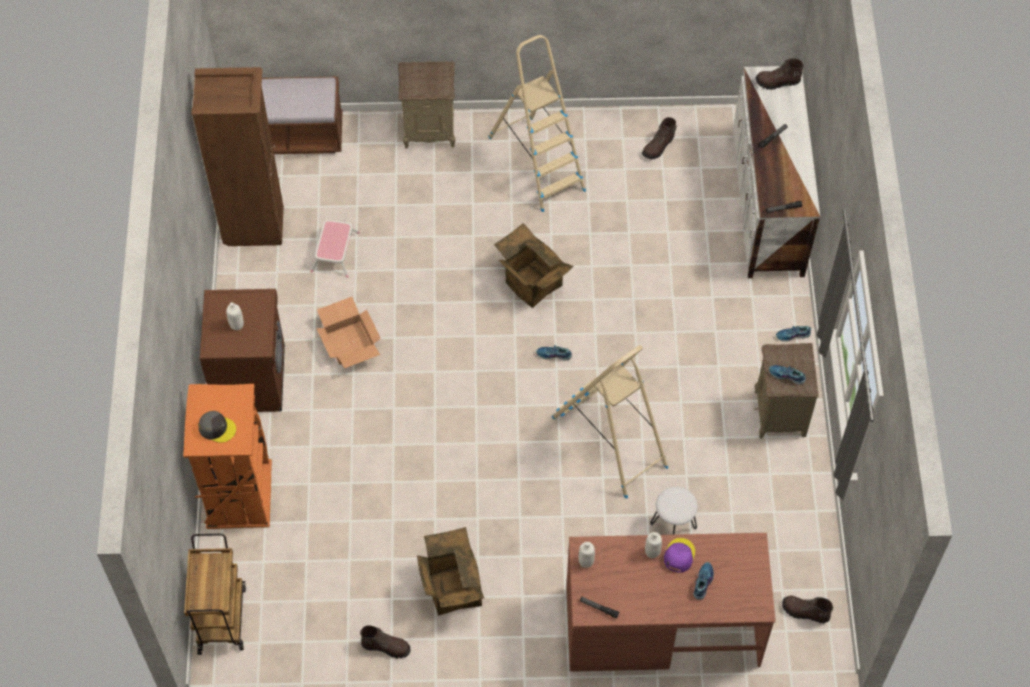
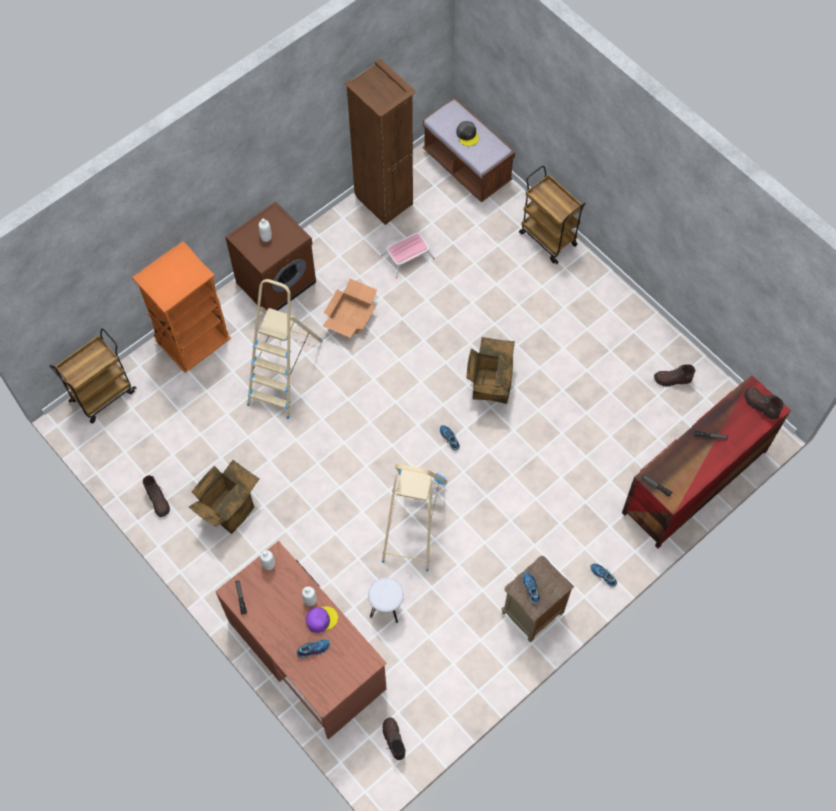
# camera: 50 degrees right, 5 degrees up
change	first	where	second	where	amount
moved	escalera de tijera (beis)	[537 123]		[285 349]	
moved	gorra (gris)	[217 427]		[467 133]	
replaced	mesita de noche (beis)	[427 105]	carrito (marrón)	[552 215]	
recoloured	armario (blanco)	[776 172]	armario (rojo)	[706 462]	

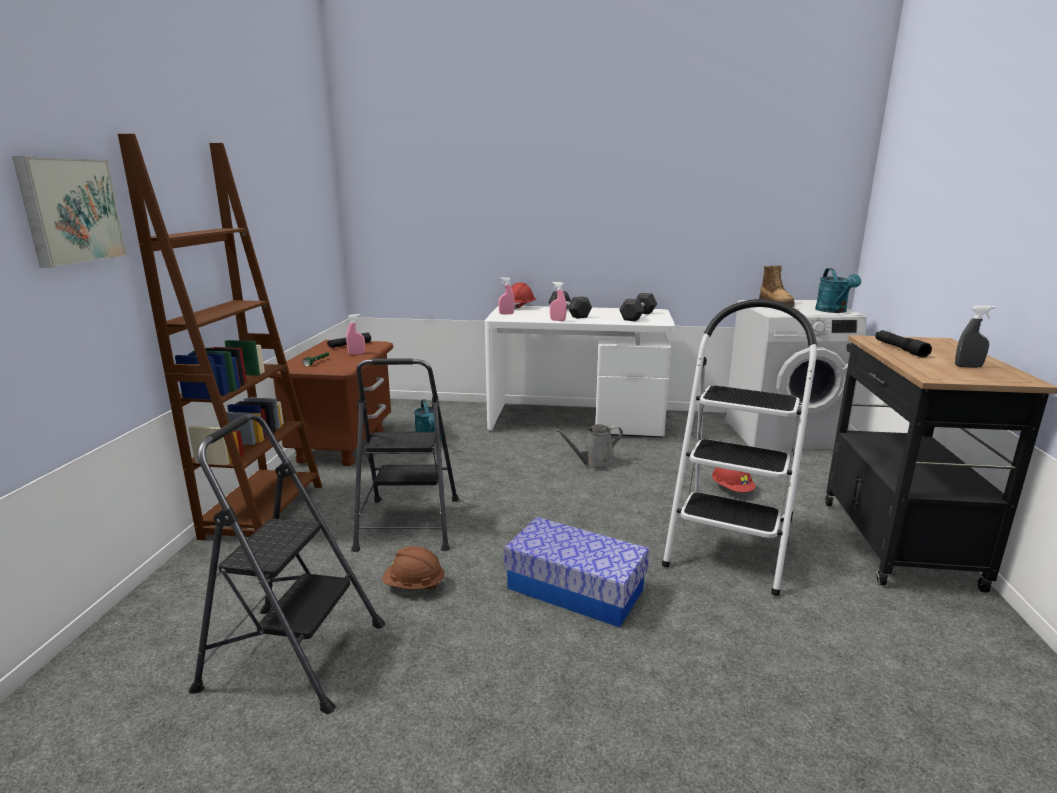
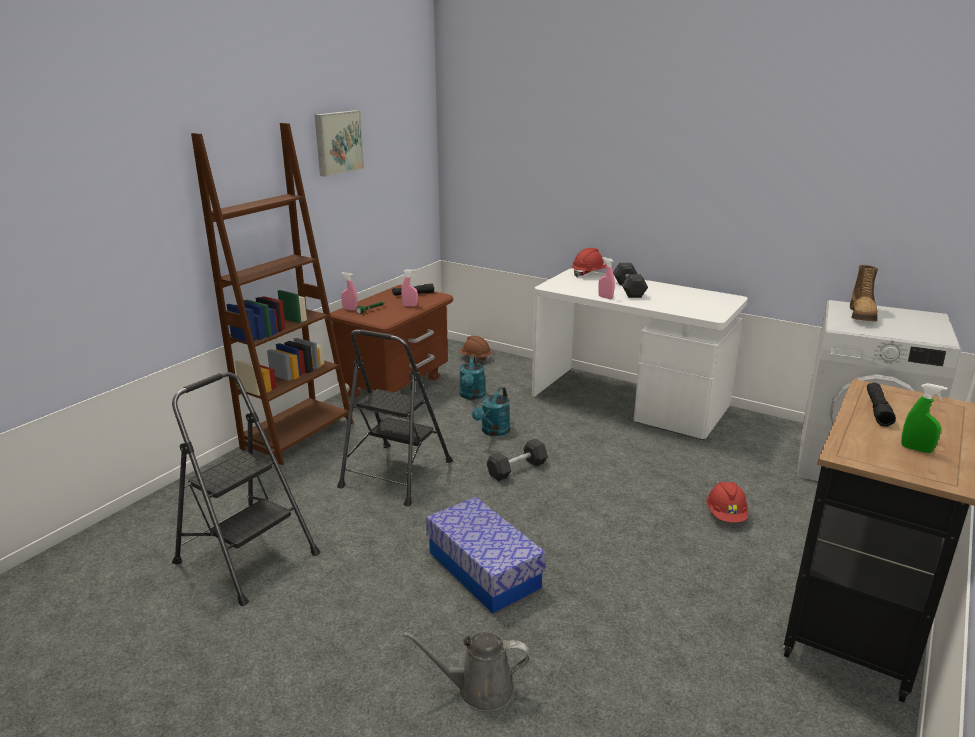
# camera: 25 degrees right, 5 degrees up
change	first	where	second	where	amount
moved	cuadro	[69 212]		[339 143]	
moved	pulverizador (rosa)	[506 295]		[349 291]	
moved	regadera (gris)	[588 446]		[466 672]	
moved	casco (marrón)	[414 567]		[475 349]	
moved	regadera (turquesa)	[838 290]		[491 411]	
moved	mancuerna (gris)	[638 307]		[517 459]	
recoloured	pulverizador (gris)	[975 336]	pulverizador (verde)	[924 418]	
removed	escalera de tijera	[739 447]			

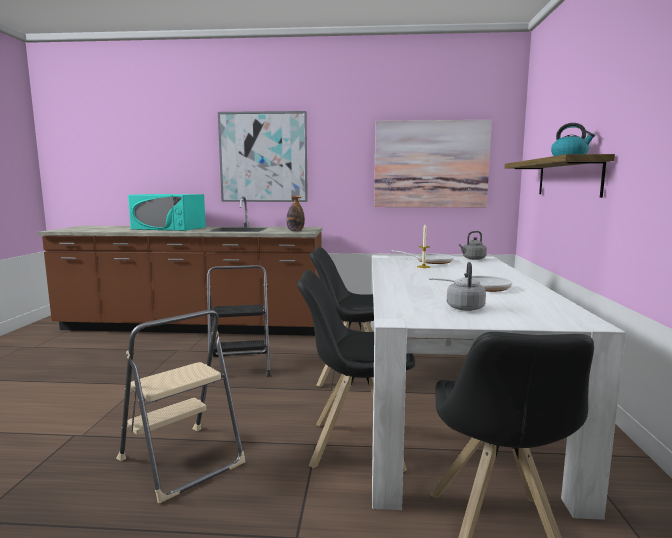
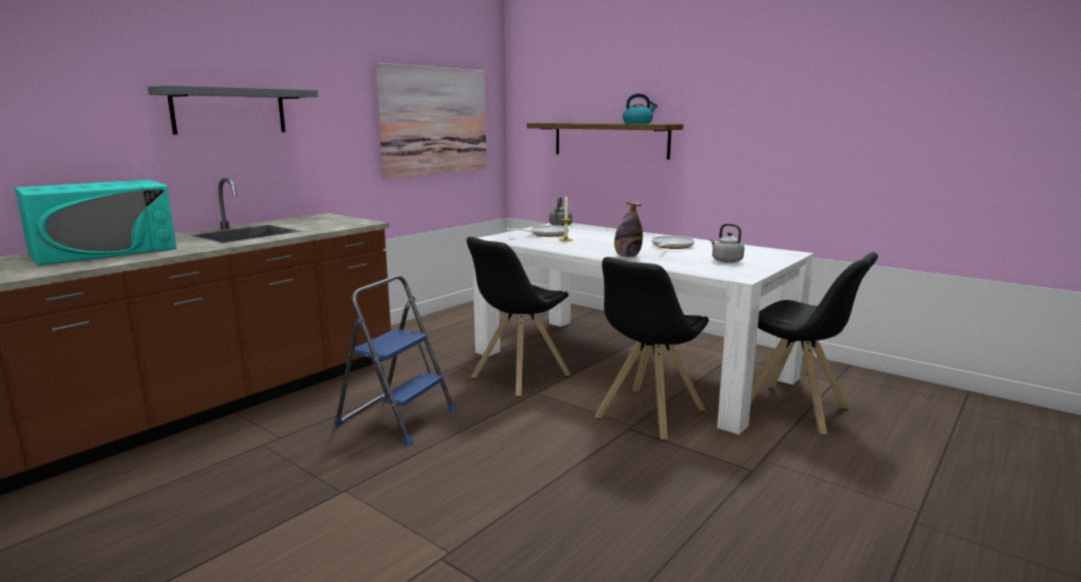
# camera: 55 degrees left, 5 degrees up
change	first	where	second	where	amount
replaced	cuadro	[263 156]	estante (gris)	[233 110]	
recoloured	escalera de tijera (negro)	[239 321]	escalera de tijera (azul)	[396 360]	
moved	botella	[295 213]		[628 229]	
removed	escalera de tijera (beis)	[181 406]			

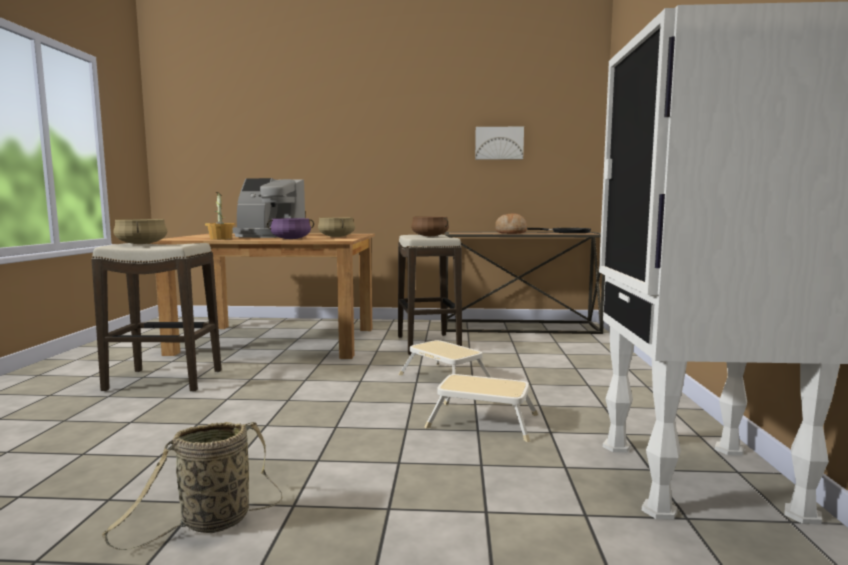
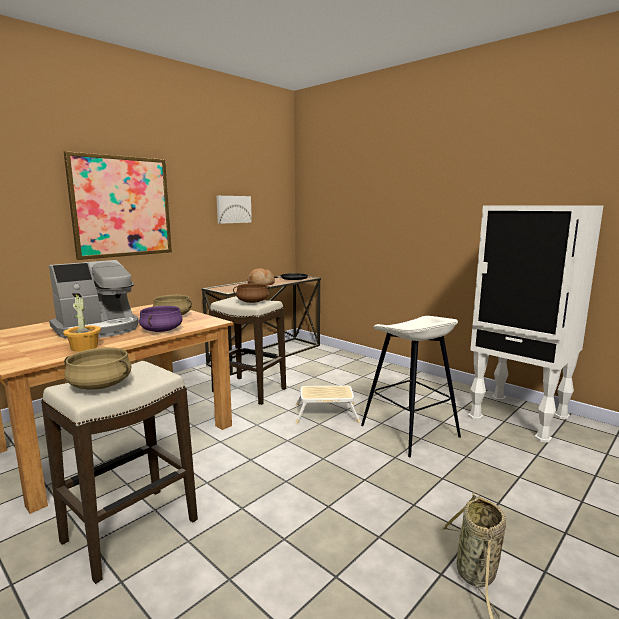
# camera: 50 degrees left, 5 degrees up
change	first	where	second	where	amount
added			cuadro	[118 205]	
replaced	escalera de tijera (beis)	[481 408]	taburete (blanco)	[411 387]	

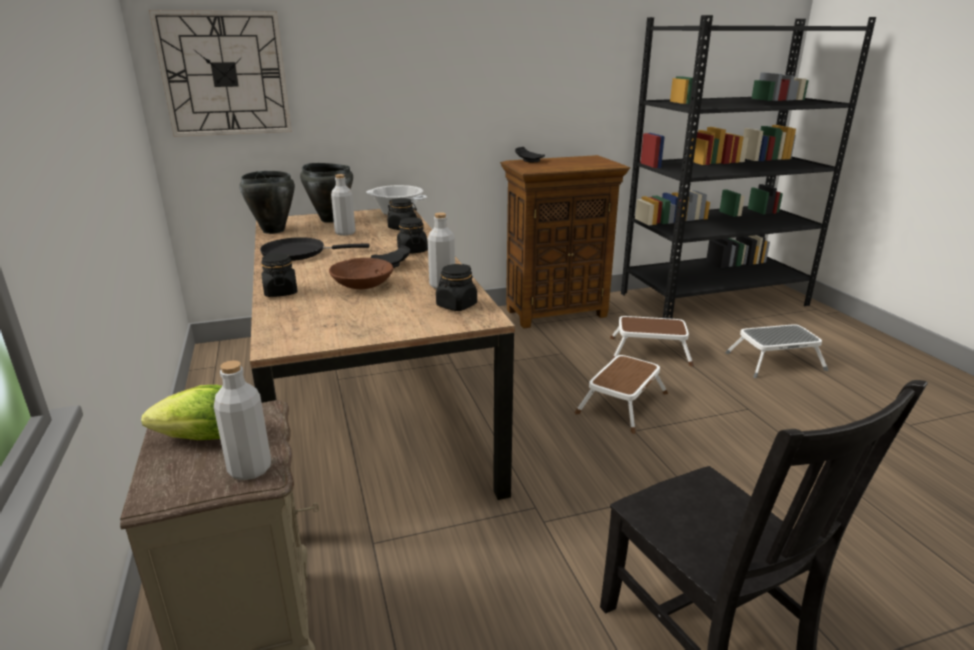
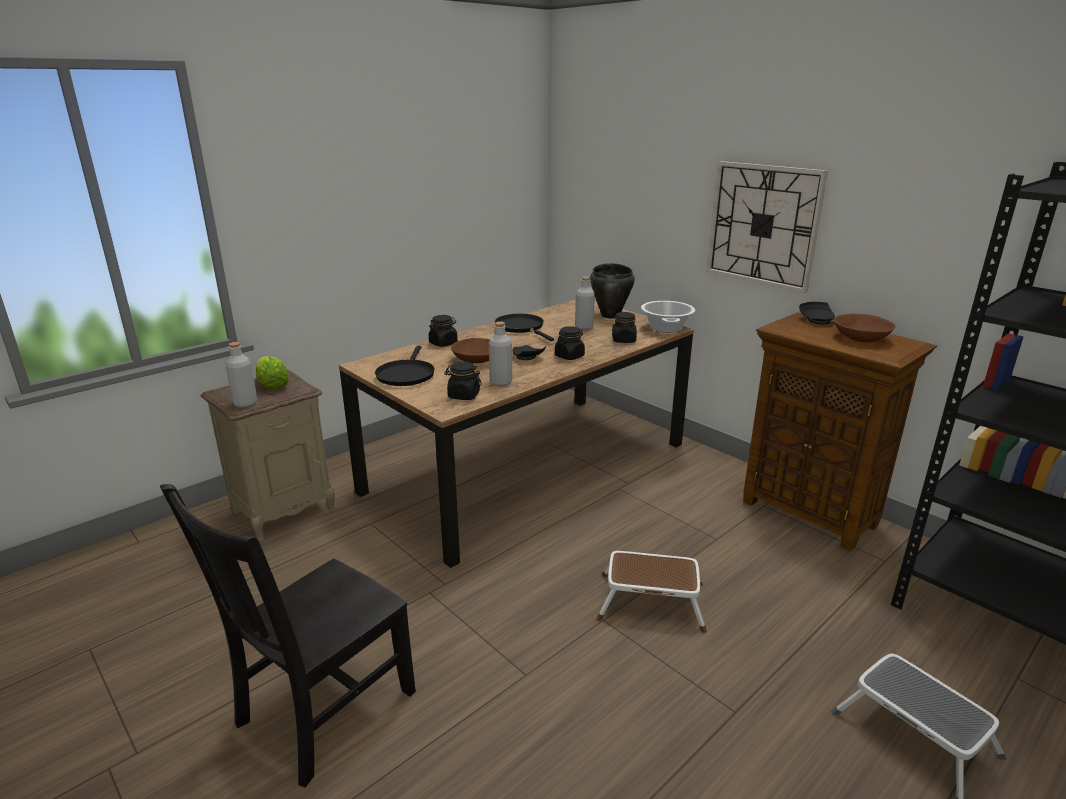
# camera: 65 degrees right, 0 degrees up
change	first	where	second	where	amount
added			sartén (negro)	[405 366]	
moved	reloj de pared	[220 73]		[767 227]	
added			cuenco (marrón)	[864 328]	
removed	olla (negro)	[267 202]			
removed	escalera de tijera (marrón)	[652 341]			

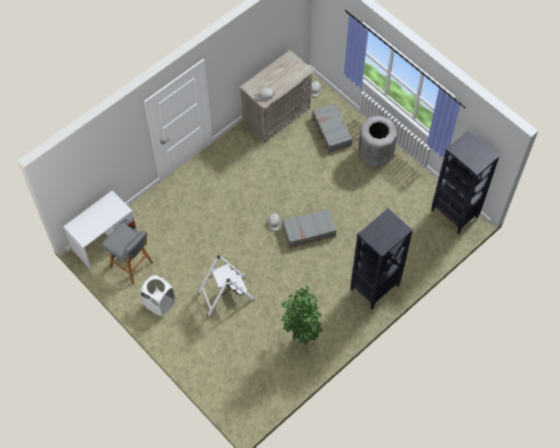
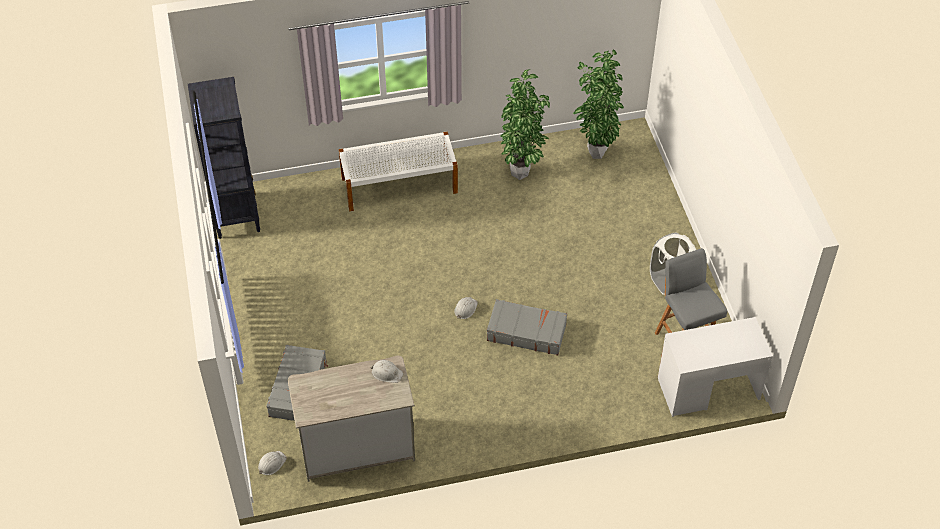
# camera: 150 degrees left, 10 degrees down
change	first	where	second	where	amount
replaced	estantería (negro)	[381 258]	banco (blanco)	[398 171]	
moved	maleta (gris)	[309 228]		[527 327]	
added			planta en maceta	[598 104]	
removed	escalera de tijera (blanco)	[226 286]			
removed	papelera (gris)	[377 141]			

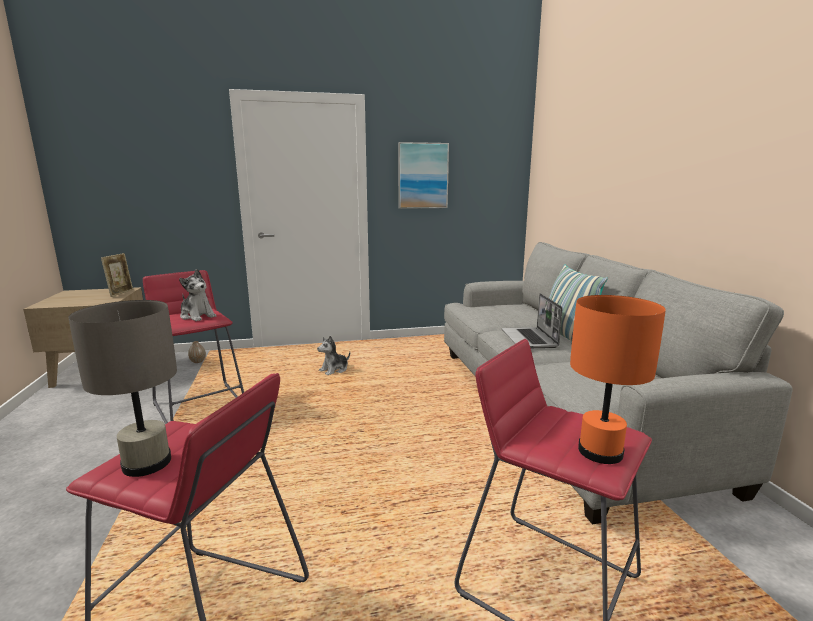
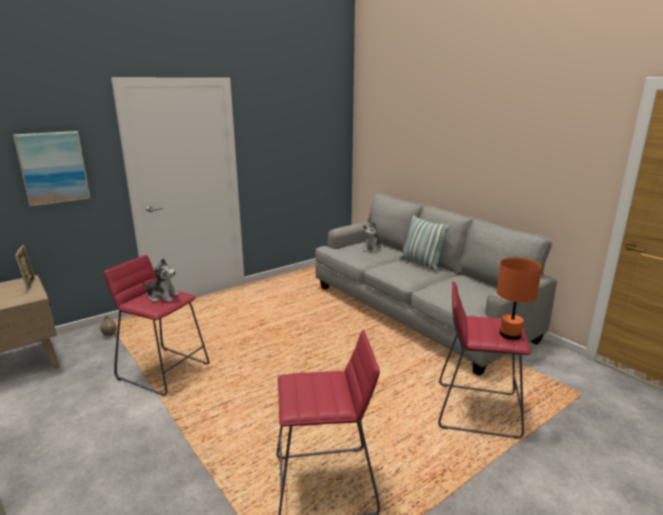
# camera: 25 degrees left, 5 degrees up
change	first	where	second	where	amount
moved	cuadro	[423 175]		[52 169]	
moved	peluche	[333 355]		[372 237]	
removed	lámpara de mesa (gris)	[122 388]			
removed	portátil	[532 320]			

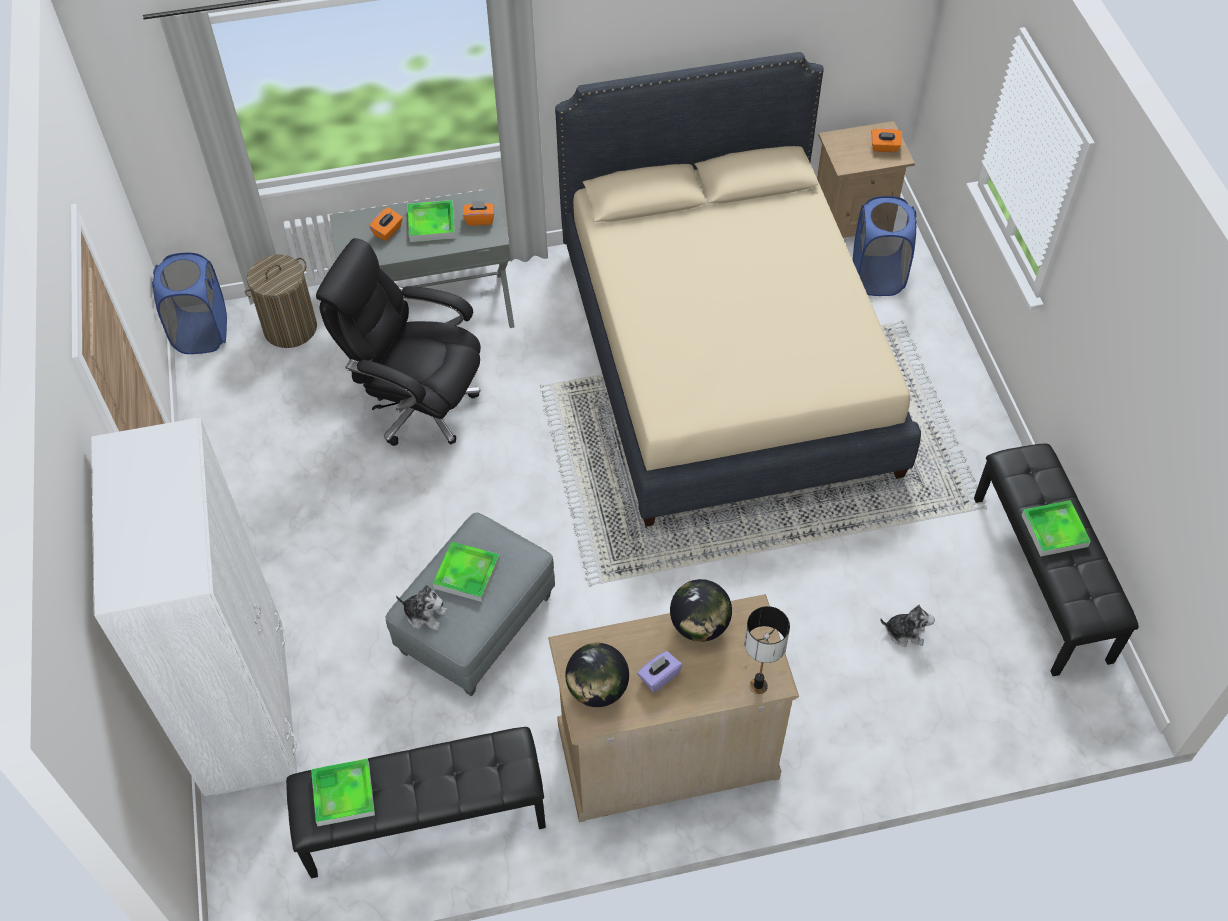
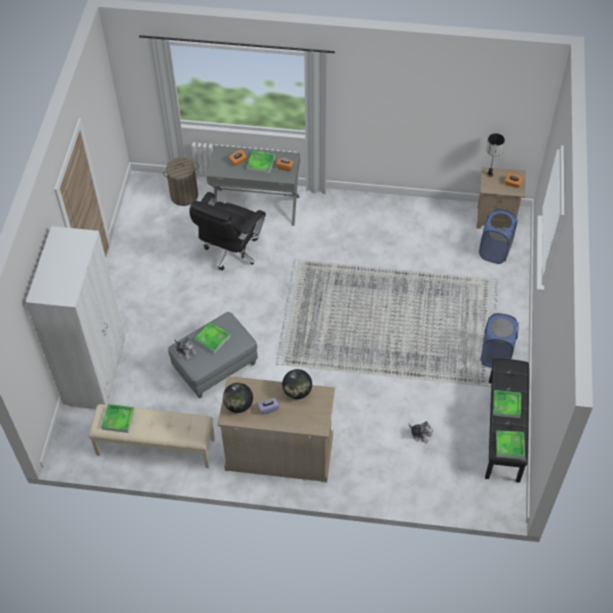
# camera: 20 degrees right, 0 degrees up
change	first	where	second	where	amount
recoloured	banco (negro)	[416 802]	banco (beis)	[152 436]	
turned	silla de oficina (negro)	[398 342]		[227 231]	105 degrees counterclockwise
moved	cesto de la ropa (azul)	[189 303]		[499 340]	
moved	lámpara de mesa	[767 650]		[495 155]	
added			bandeja	[510 444]	
removed	cama (beis)	[738 289]			

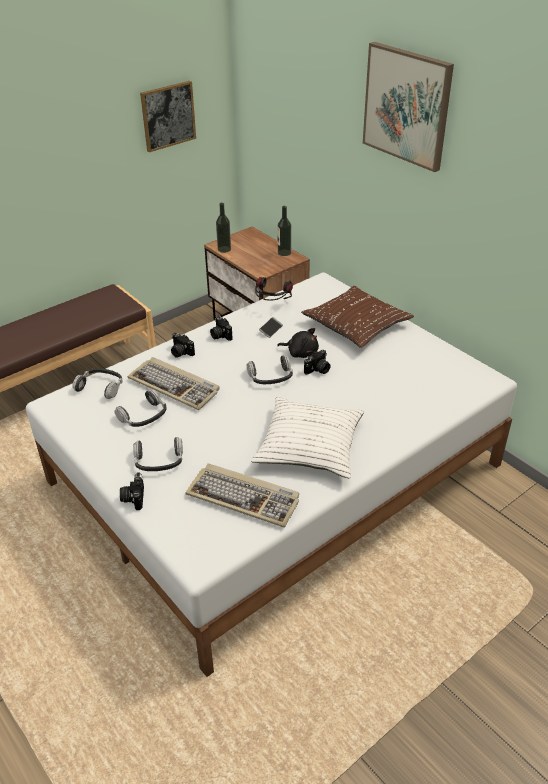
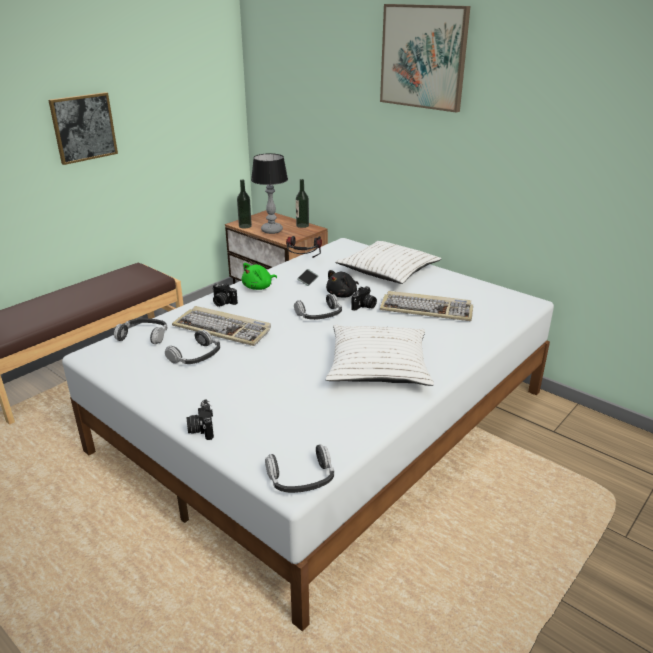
# camera: 10 degrees left, 10 degrees down
change	first	where	second	where	amount
moved	cuadro	[168 116]		[83 128]	
replaced	cámara	[221 328]	peluche (verde)	[259 276]	
added			lámpara de mesa	[269 193]	
moved	auriculares	[158 454]		[299 468]	
turned	peluche (negro)	[298 343]		[342 283]	120 degrees clockwise
recoloured	cojín (marrón)	[357 317]	cojín (blanco)	[388 262]	
moved	teclado	[242 495]		[426 306]	

